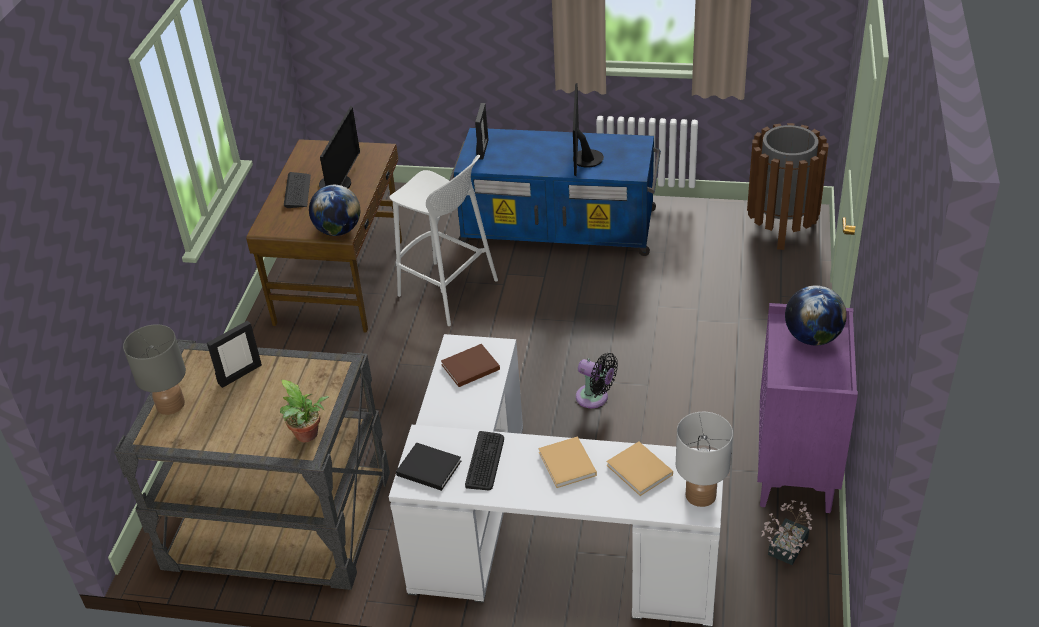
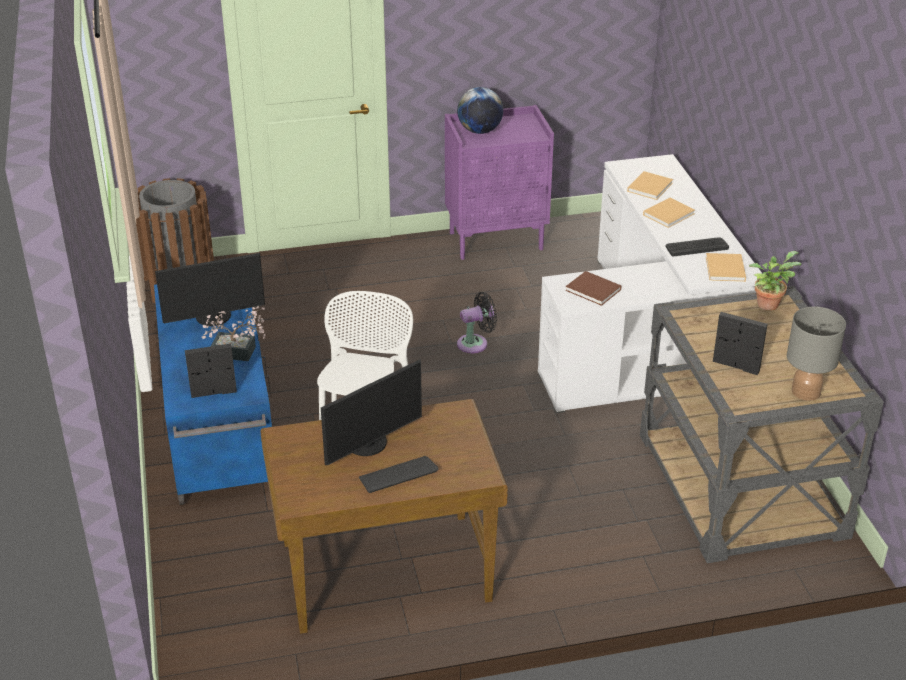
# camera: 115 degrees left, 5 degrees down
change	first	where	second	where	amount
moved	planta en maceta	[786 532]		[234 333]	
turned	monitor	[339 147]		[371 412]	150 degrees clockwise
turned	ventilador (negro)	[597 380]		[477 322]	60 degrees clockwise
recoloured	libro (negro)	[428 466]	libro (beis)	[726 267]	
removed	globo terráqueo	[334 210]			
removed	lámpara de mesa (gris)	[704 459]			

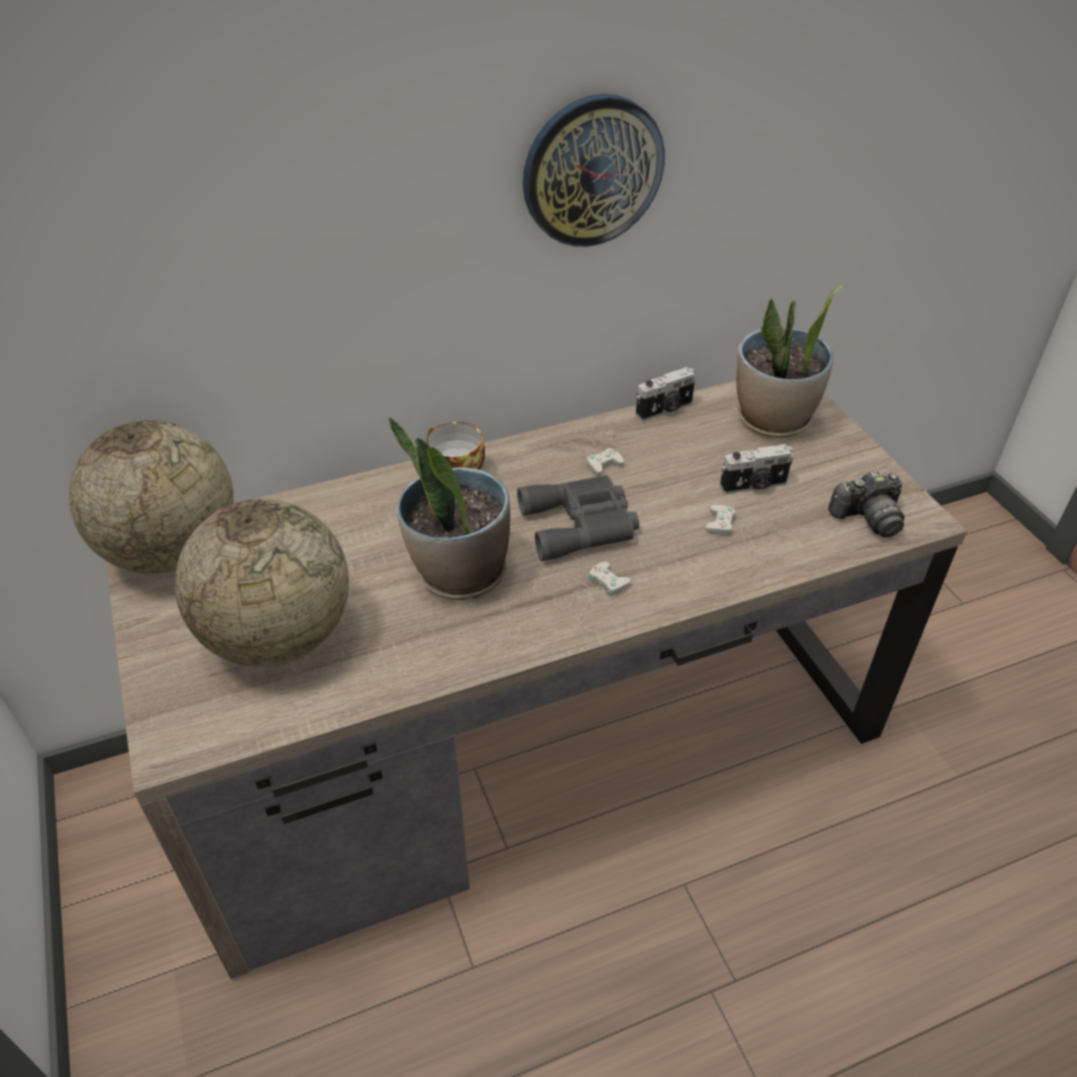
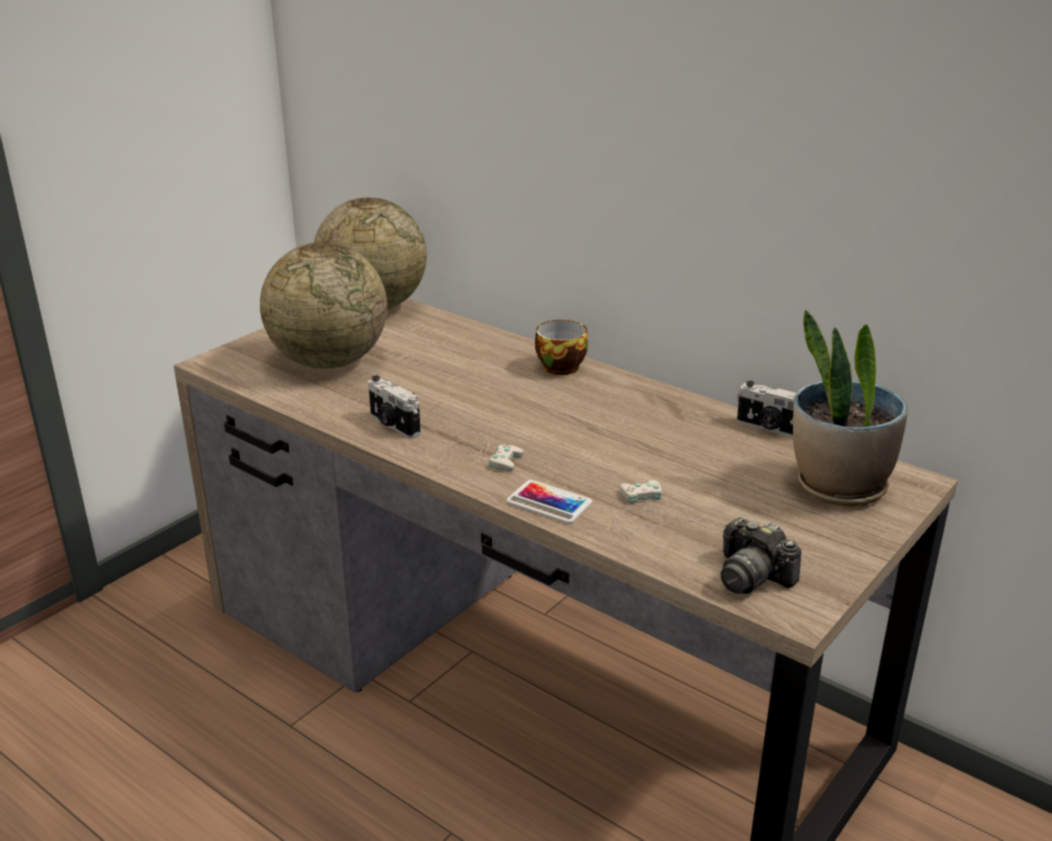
# camera: 60 degrees right, 15 degrees down
change	first	where	second	where	amount
moved	cámara	[756 469]		[394 406]	
added			móvil	[549 501]	
removed	planta en maceta	[449 508]			
removed	prismáticos (gris)	[578 518]			
removed	reloj de pared	[594 170]			
removed	mando de consola (blanco)	[584 447]			

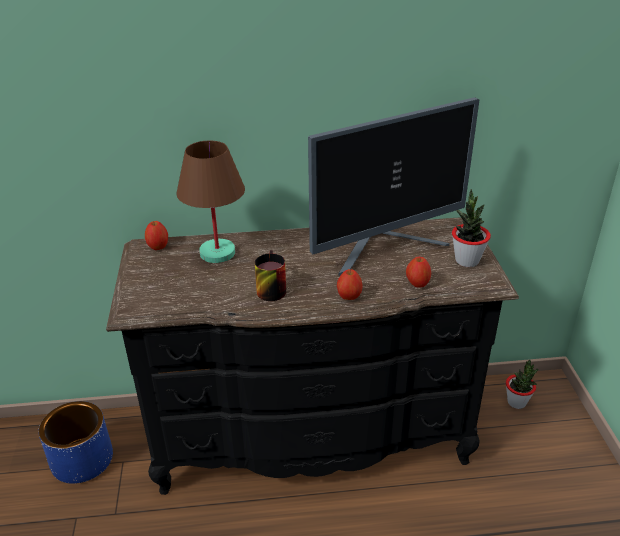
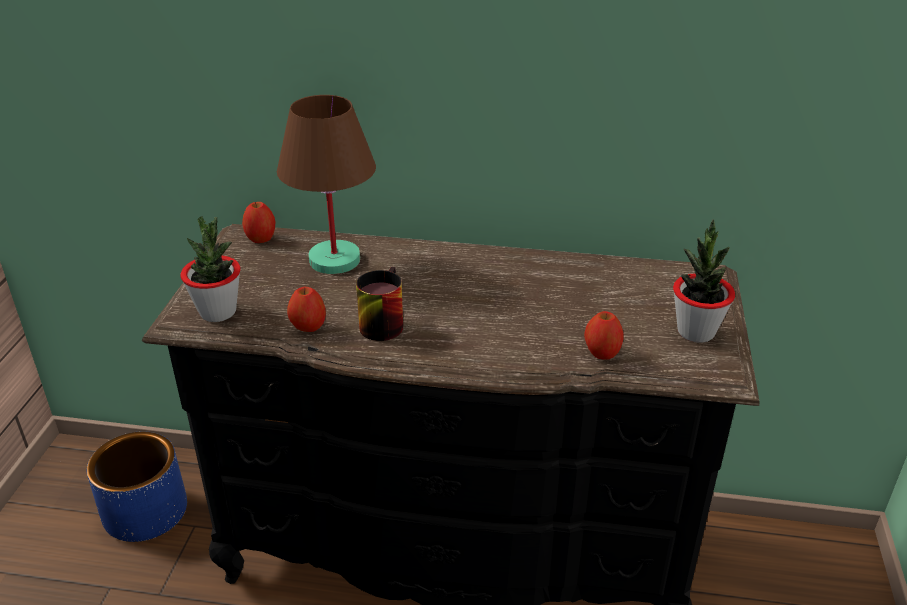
# camera: 15 degrees right, 0 degrees up
change	first	where	second	where	amount
moved	planta en maceta	[522 384]		[210 269]	
moved	manzana	[350 284]		[306 309]	
removed	monitor	[394 186]			

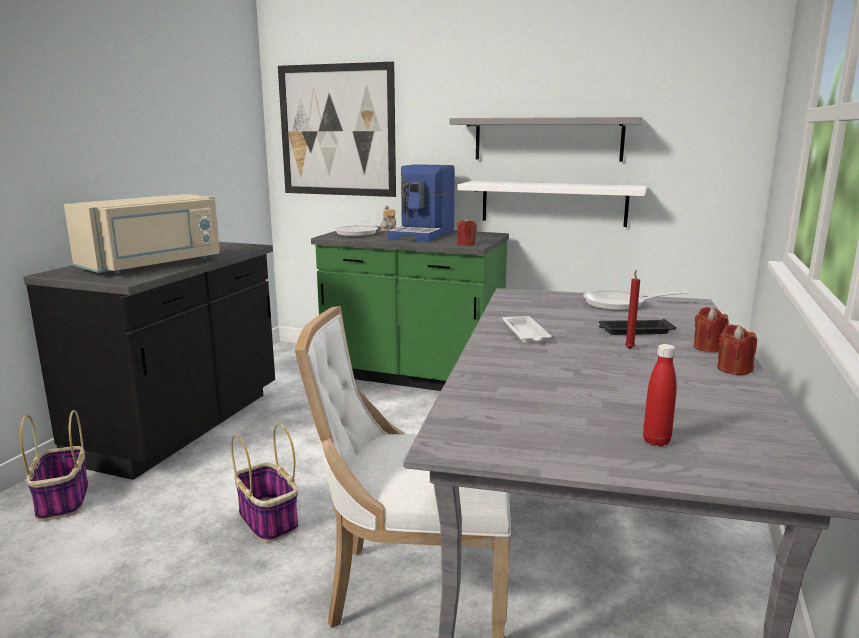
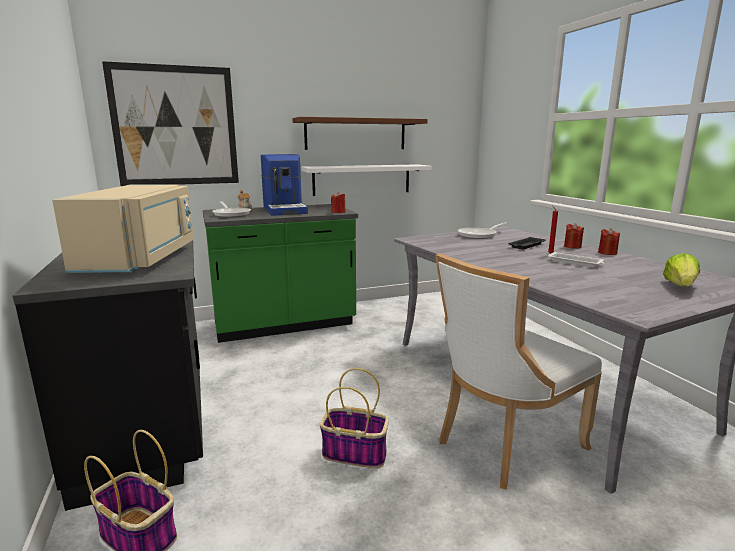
# camera: 40 degrees left, 0 degrees up
change	first	where	second	where	amount
recoloured	estante (gris)	[546 139]	estante (marrón)	[360 133]	
moved	bandeja (blanco)	[527 329]		[576 259]	
replaced	botella (rojo)	[660 395]	lechuga	[681 270]	

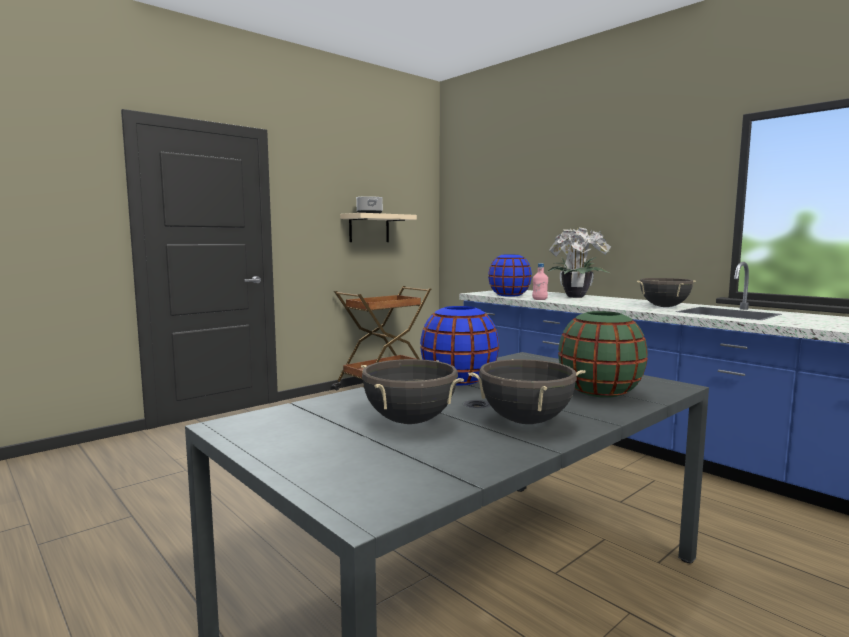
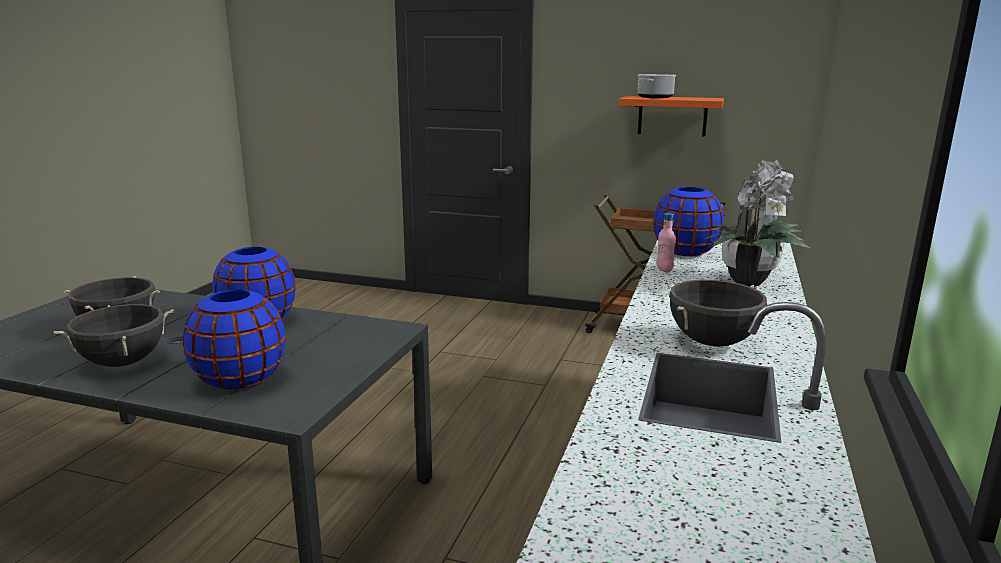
# camera: 60 degrees right, 10 degrees up
change	first	where	second	where	amount
recoloured	florero (verde)	[603 354]	florero (azul)	[234 339]	
recoloured	estante (beis)	[378 227]	estante (naranja)	[671 116]	

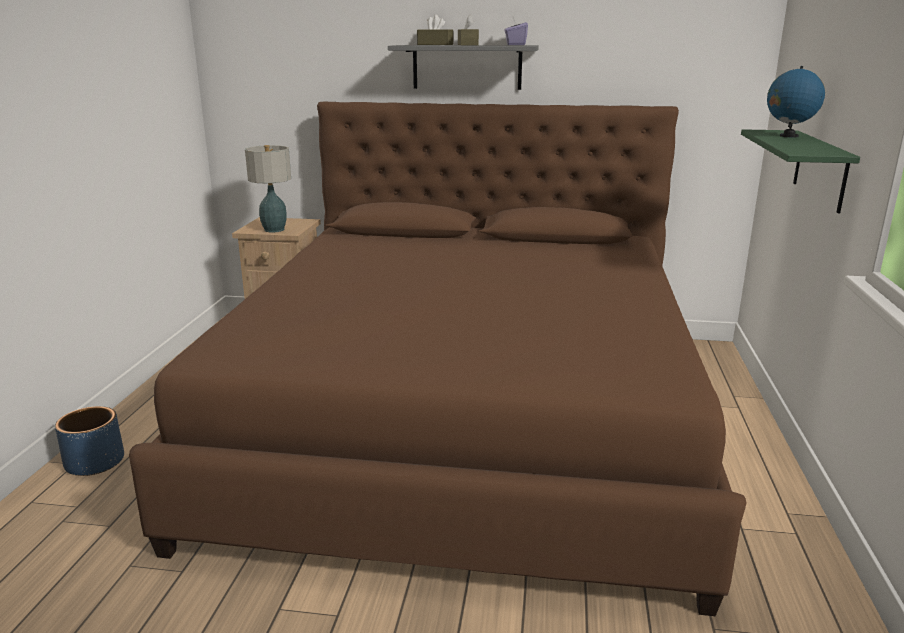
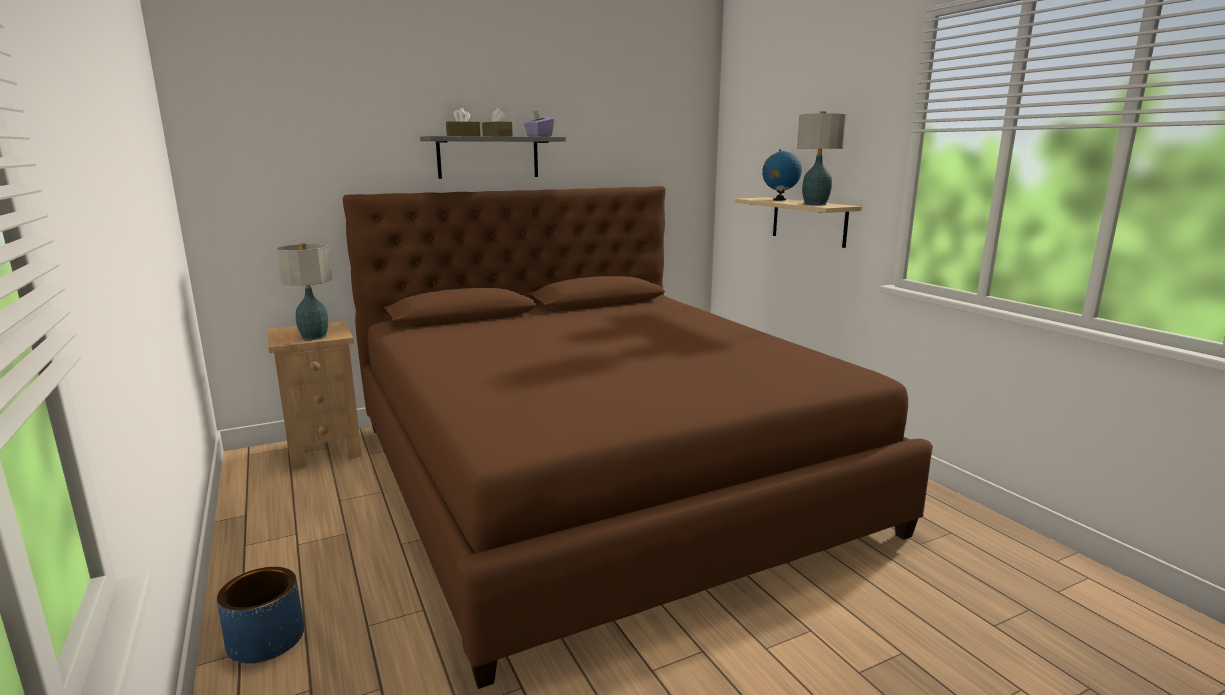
# camera: 35 degrees left, 5 degrees down
change	first	where	second	where	amount
recoloured	estante (verde)	[800 171]	estante (beis)	[798 222]	
added			lámpara de mesa	[822 158]	

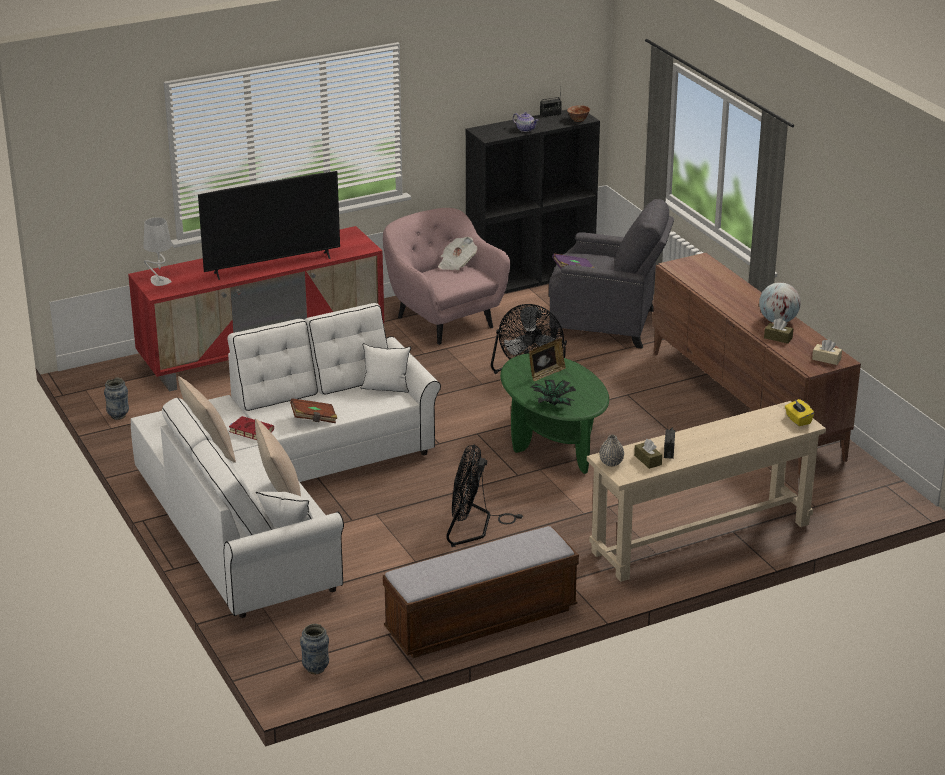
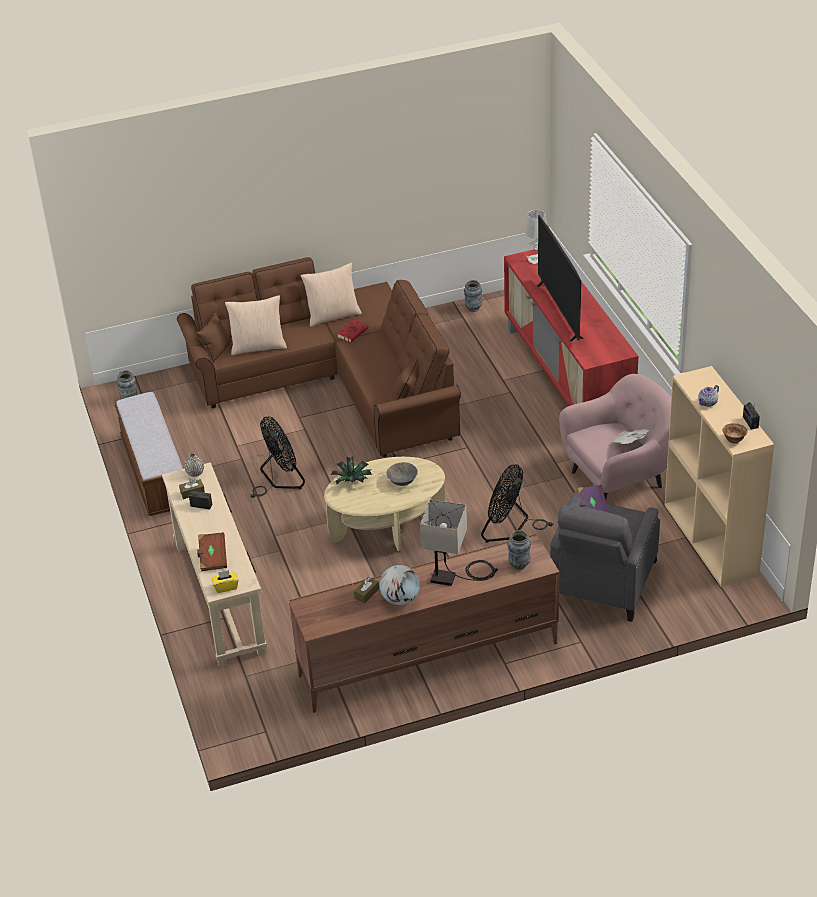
# camera: 100 degrees right, 10 degrees up
change	first	where	second	where	amount
recoloured	sofá (blanco)	[286 460]	sofá (marrón)	[319 357]	
moved	libro (marrón)	[314 411]		[212 551]	
turned	ventilador (negro)	[485 495]		[277 457]	45 degrees clockwise
recoloured	mesa de centro (verde)	[554 413]	mesa de centro (beis)	[384 504]	
replaced	portarretratos	[547 359]	cuenco (gris)	[402 474]	
added			lámpara de mesa	[459 543]	
added			florero	[519 550]	
recoloured	estantería (negro)	[533 202]	estantería (beis)	[719 476]	
removed	caja de pañuelos (beis)	[827 352]			

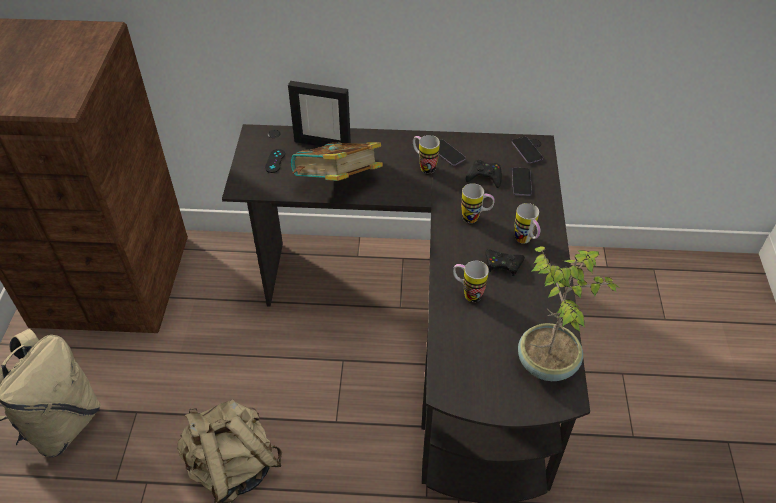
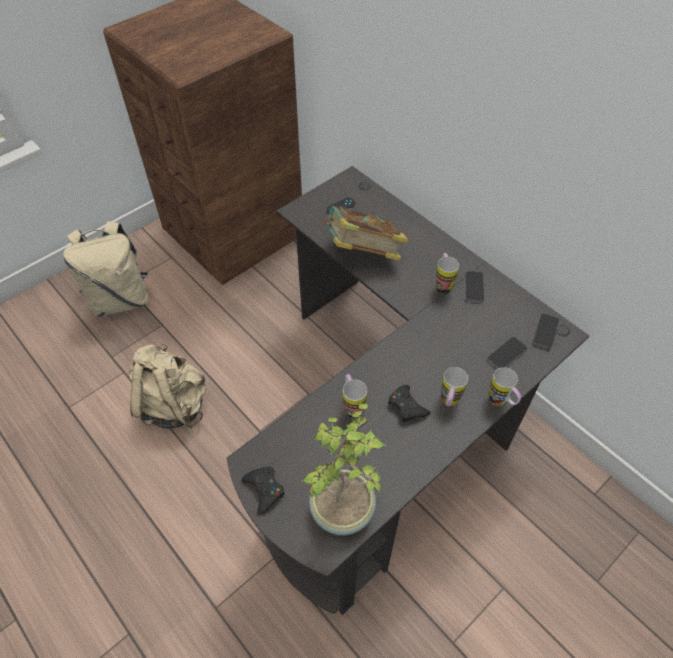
# camera: 45 degrees right, 5 degrees up
change	first	where	second	where	amount
moved	mando de consola (negro)	[484 174]		[263 491]	
moved	taza grande	[478 203]		[505 386]	
removed	portarretratos	[319 113]			

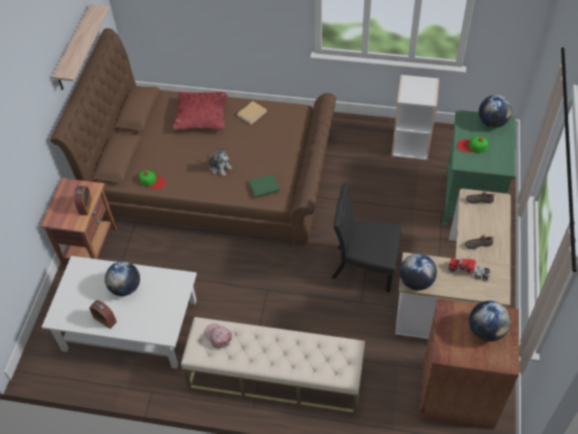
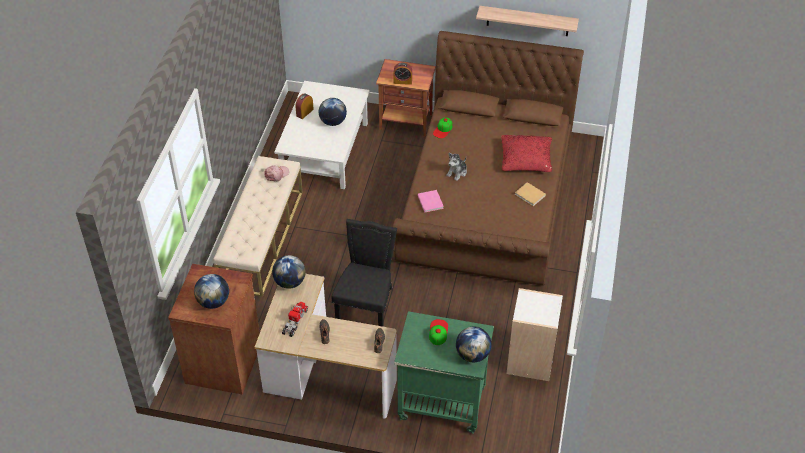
# camera: 90 degrees right, 5 degrees down
change	first	where	second	where	amount
recoloured	libro (verde)	[264 186]	libro (rosa)	[431 201]	

